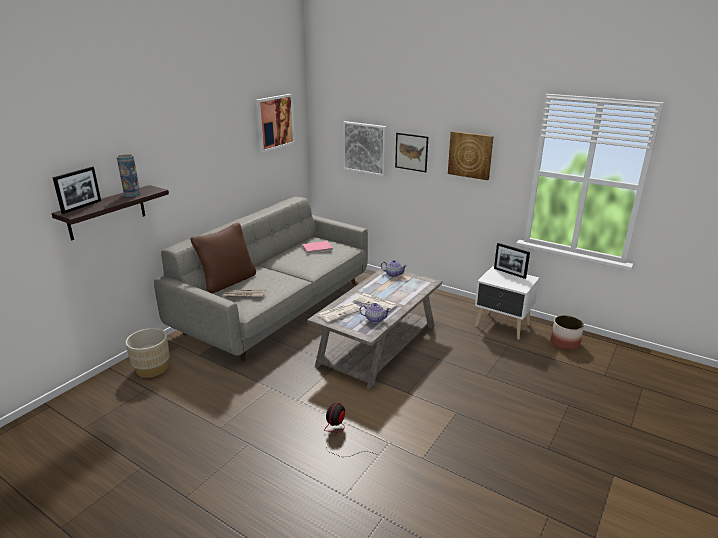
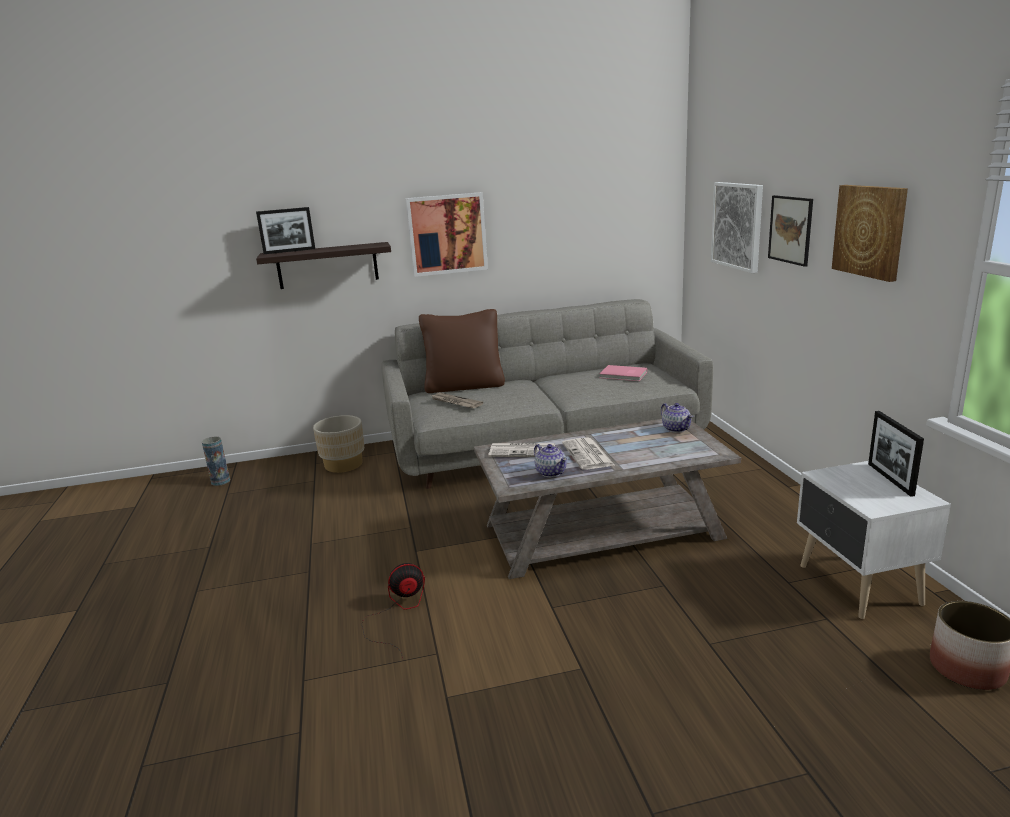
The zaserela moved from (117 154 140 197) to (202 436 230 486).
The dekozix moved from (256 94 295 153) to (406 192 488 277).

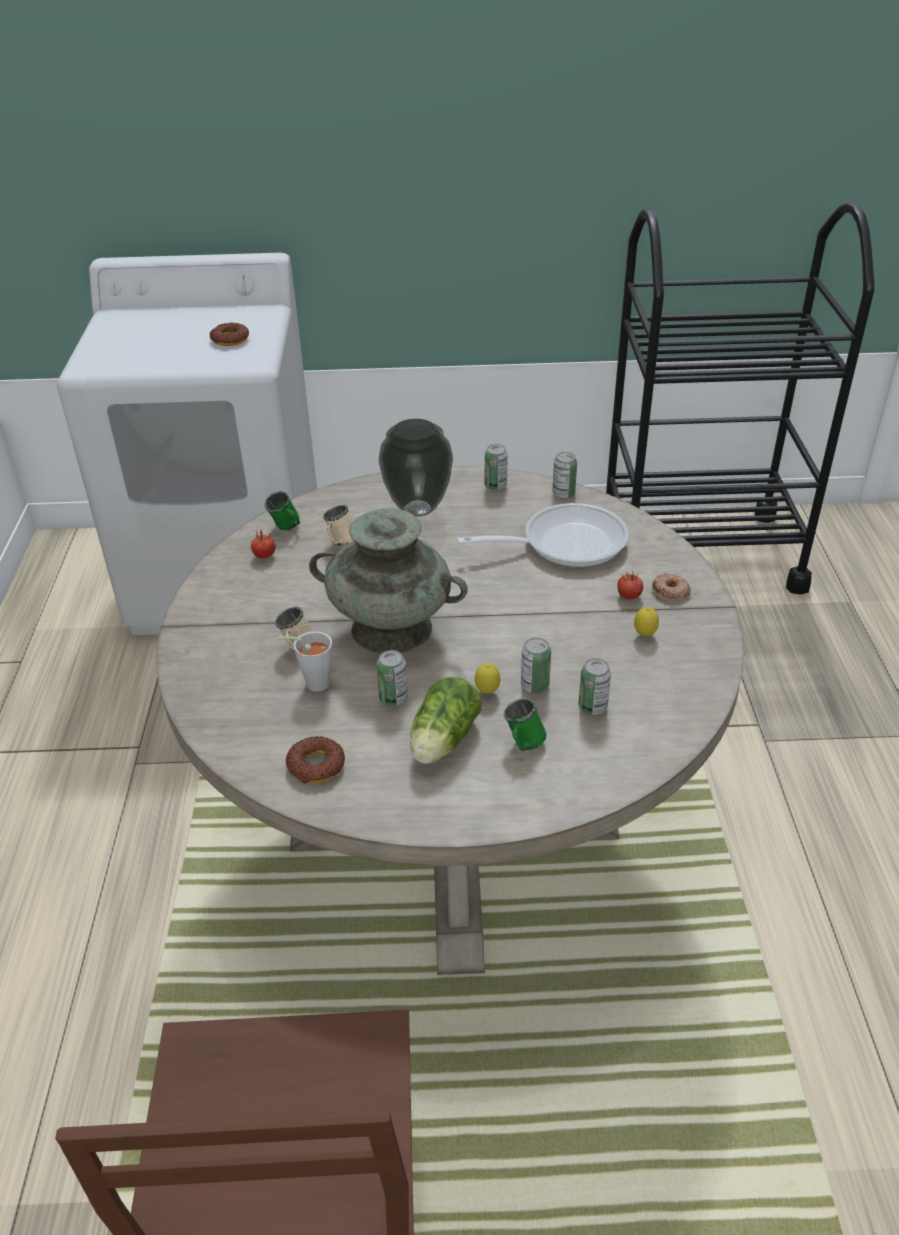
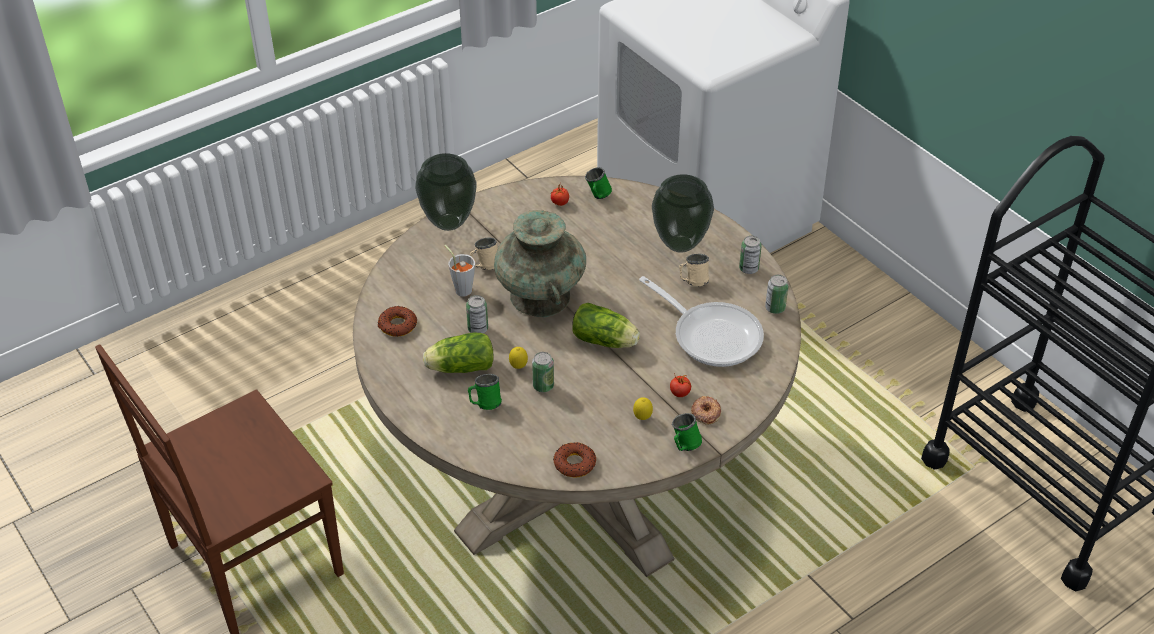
The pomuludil moved from (210 322 249 346) to (553 442 596 478).
The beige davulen moved from (323 505 354 546) to (679 254 709 286).
The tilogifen at (578 658 611 715) disappeared.
The zaserela at (415 153 477 231) appeared.
The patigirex at (572 303 640 348) appeared.
The green davulen at (672 413 702 451) appeared.

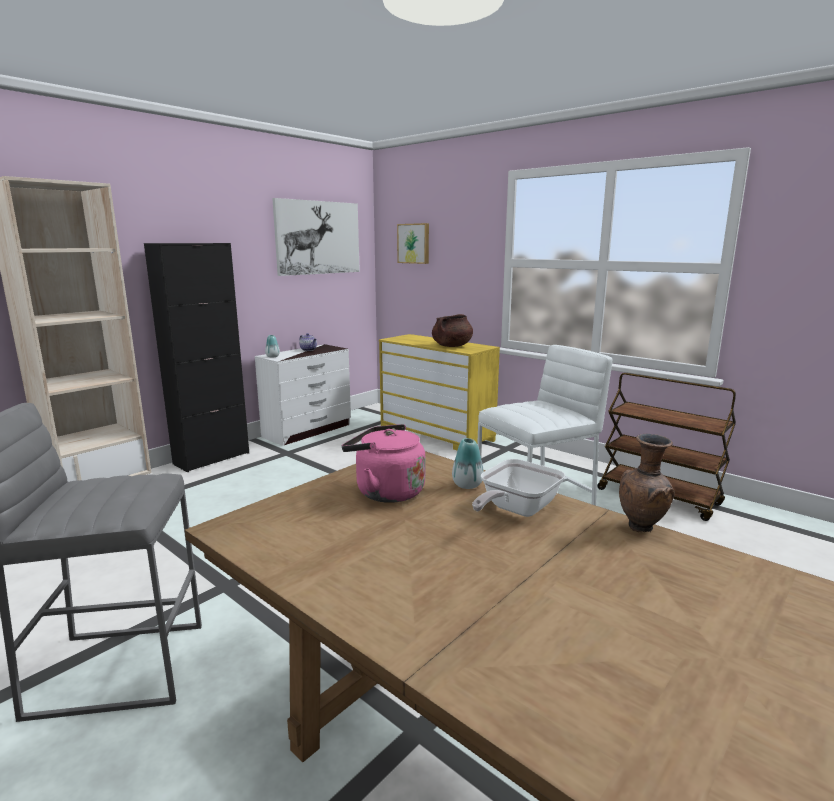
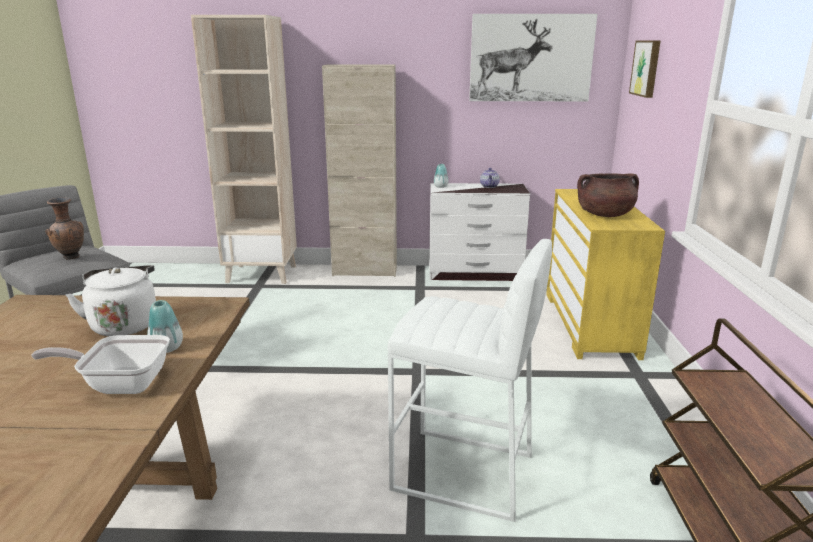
The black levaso at (144 243 249 472) became the beige levaso at (322 64 397 277).
The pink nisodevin at (342 424 425 503) became the white nisodevin at (66 265 156 336).
The brown zaserela moved from (619 434 675 532) to (46 198 84 260).

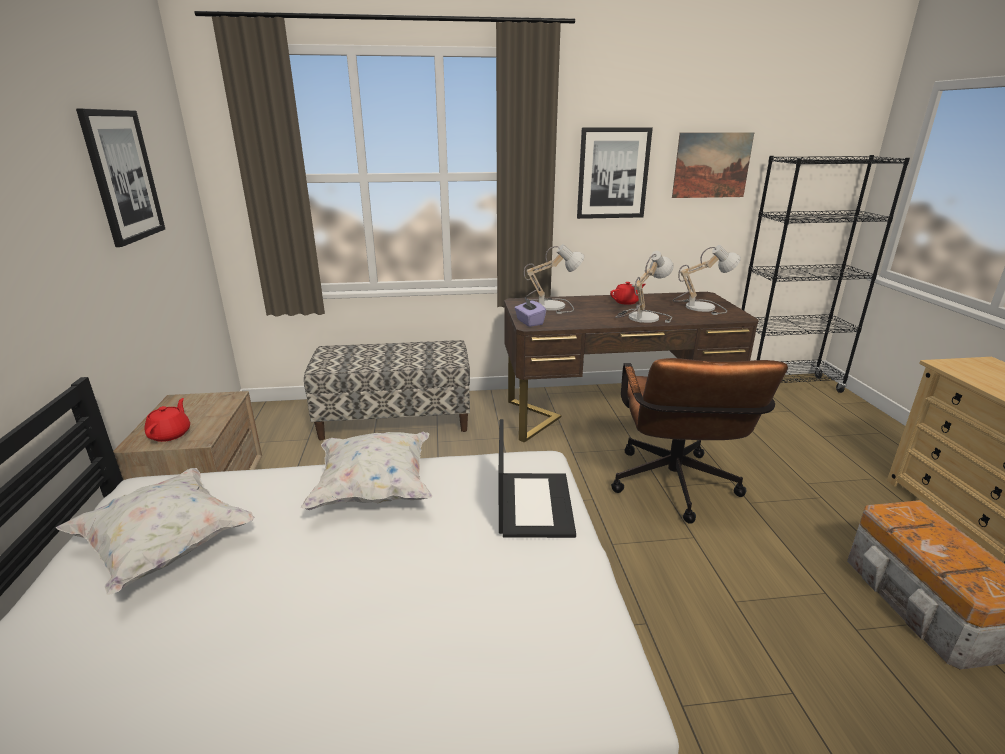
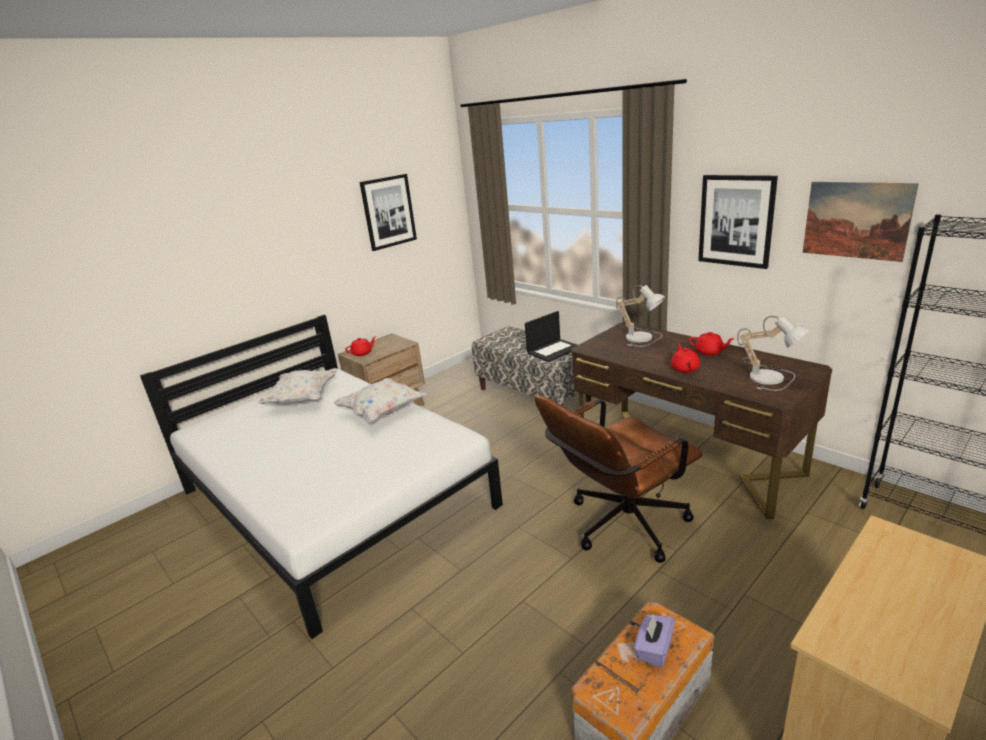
The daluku moved from (498 419 576 538) to (525 311 577 362).
The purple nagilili moved from (514 298 546 327) to (634 614 675 668).
The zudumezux at (615 251 674 323) was replaced by the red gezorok at (670 344 700 373).

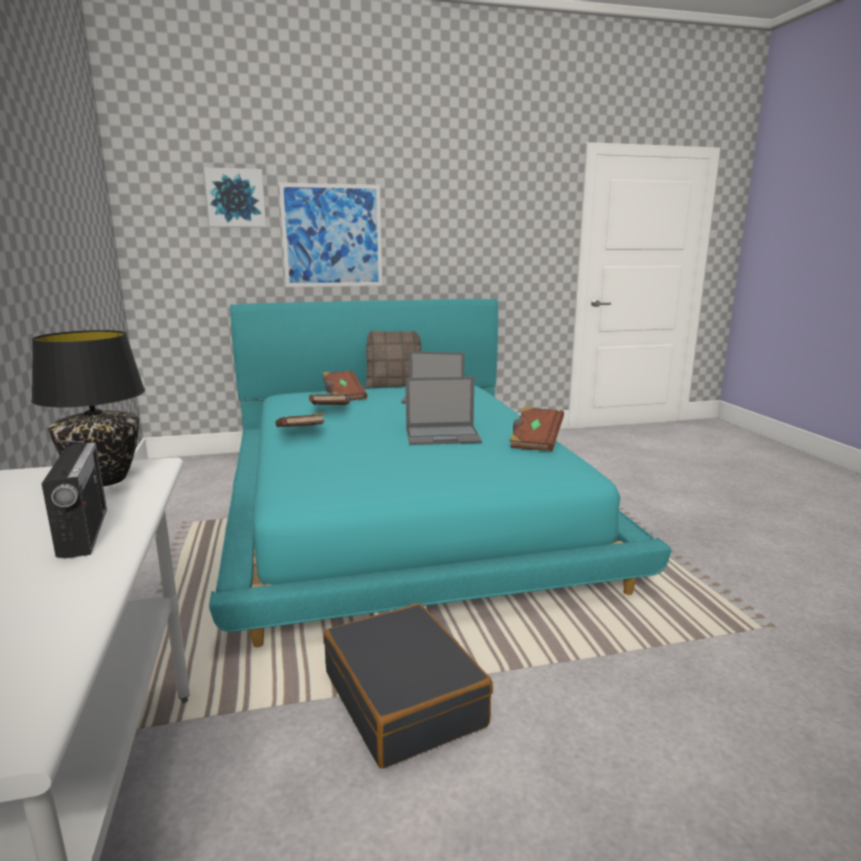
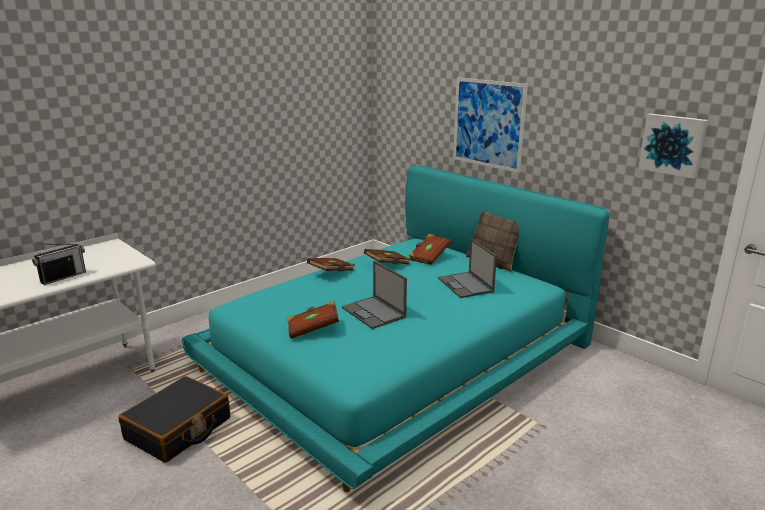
The black zudumezux at (31 330 145 487) disappeared.
The dekozix moved from (204 168 266 227) to (638 113 708 179).
The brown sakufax moved from (509 406 564 451) to (288 301 339 339).

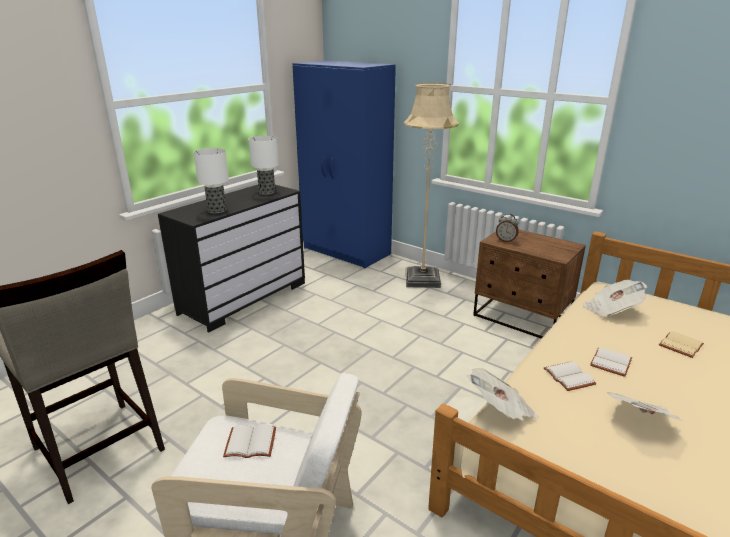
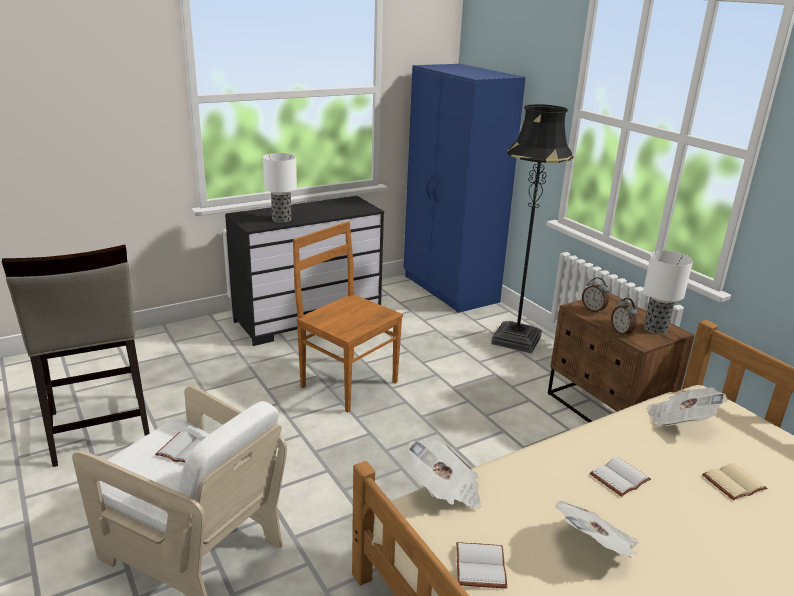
The zudumezux moved from (249 136 279 195) to (643 250 693 334).
The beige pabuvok at (404 83 459 288) became the black pabuvok at (491 104 574 354).
The white sakufax moved from (544 361 597 391) to (456 542 507 588).
The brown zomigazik at (293 221 403 413) appeared.
The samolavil at (611 298 638 337) appeared.

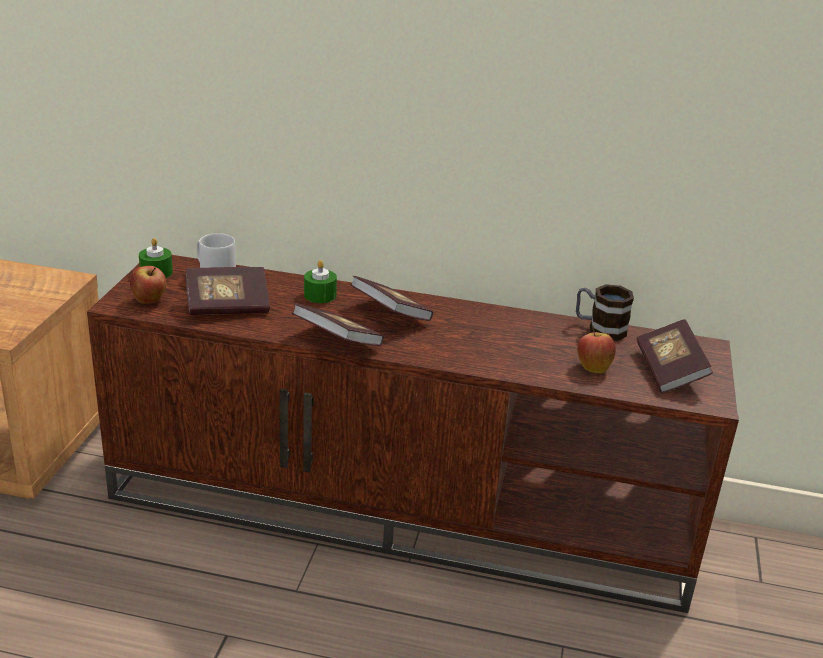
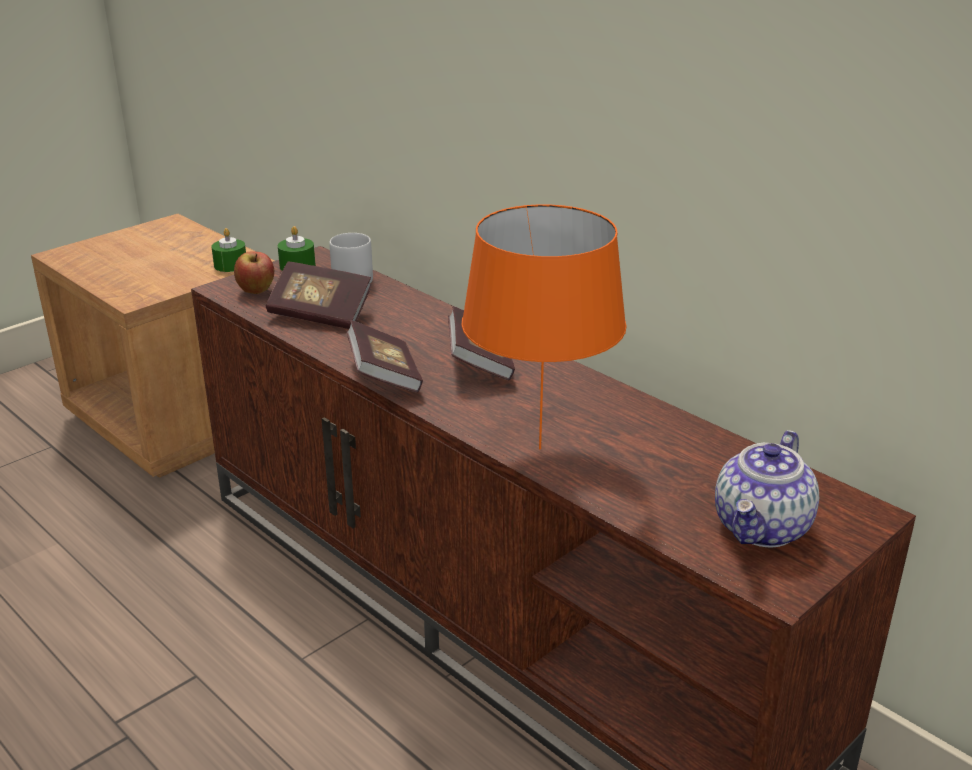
The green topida moved from (304 260 337 303) to (211 228 246 272).
The davulen at (576 284 634 341) disappeared.
The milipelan at (577 326 616 373) disappeared.
The sakufax at (637 319 713 393) was replaced by the gezorok at (715 430 819 547).
The orange zudumezux at (461 204 627 449) appeared.

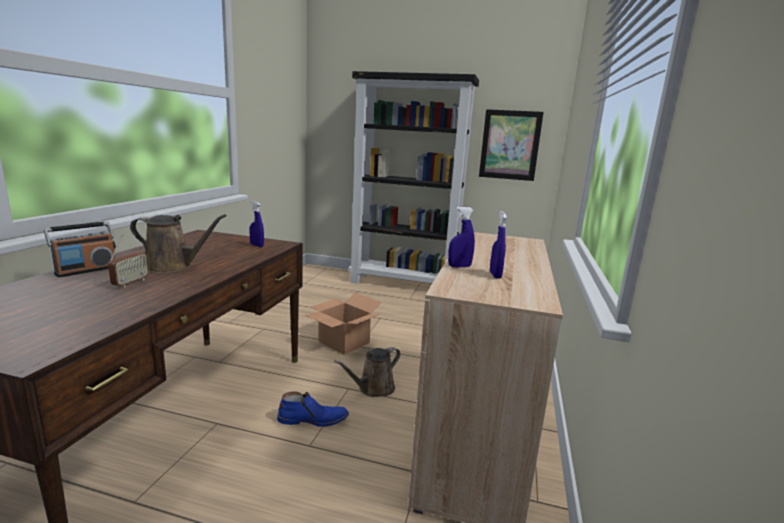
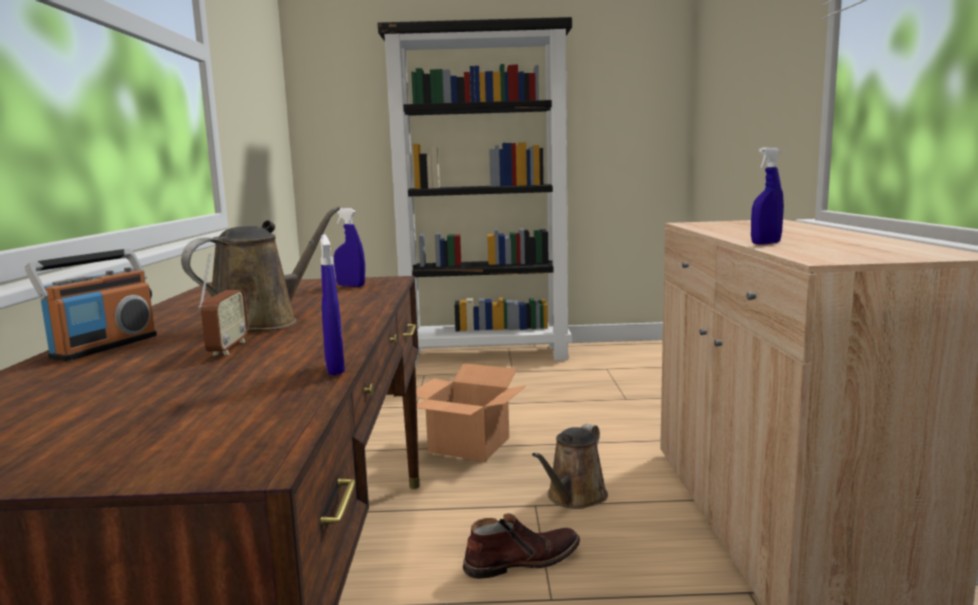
The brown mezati at (130 214 227 273) turned 45 degrees counterclockwise.
The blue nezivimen at (277 391 349 427) became the brown nezivimen at (463 513 580 579).
The dekozix at (479 109 544 181) disappeared.
The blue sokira moved from (490 211 507 279) to (320 235 345 375).

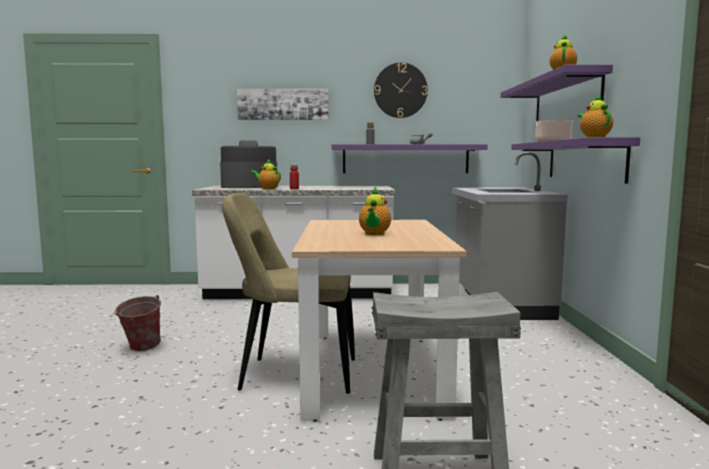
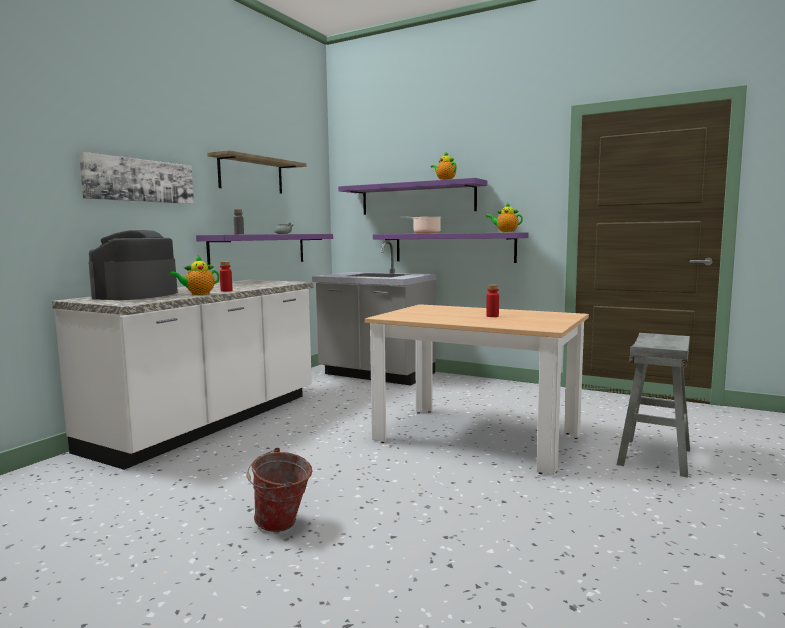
The beige zomigazik at (222 193 355 394) disappeared.
The gezorok at (359 188 391 235) was replaced by the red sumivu at (486 285 499 317).
The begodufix at (374 63 428 118) was replaced by the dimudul at (207 150 306 194).

